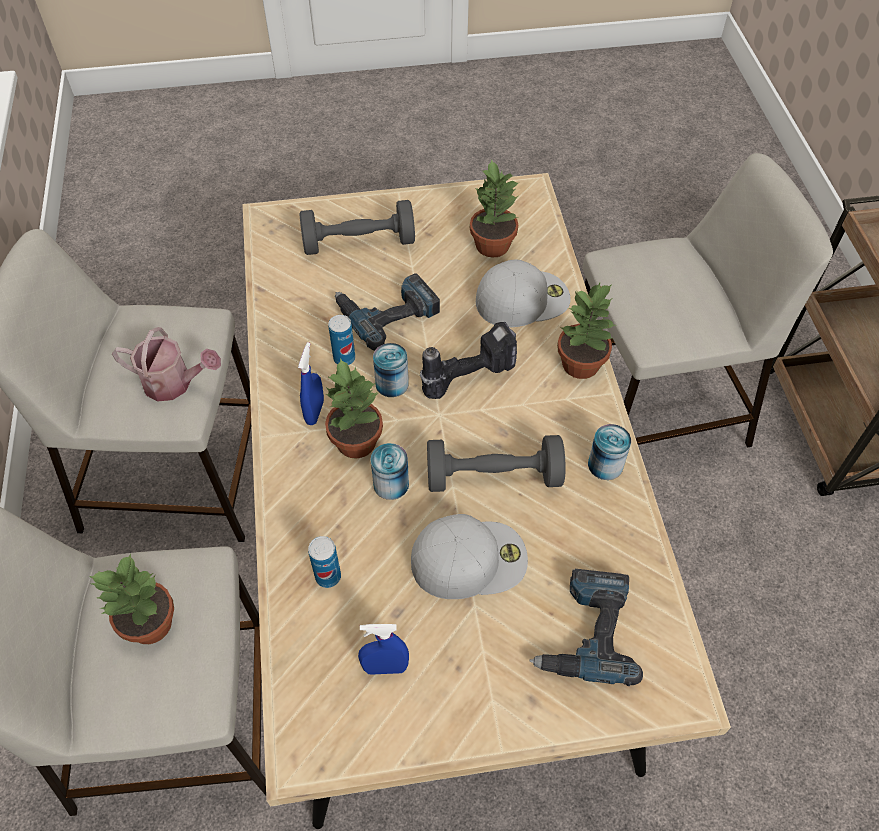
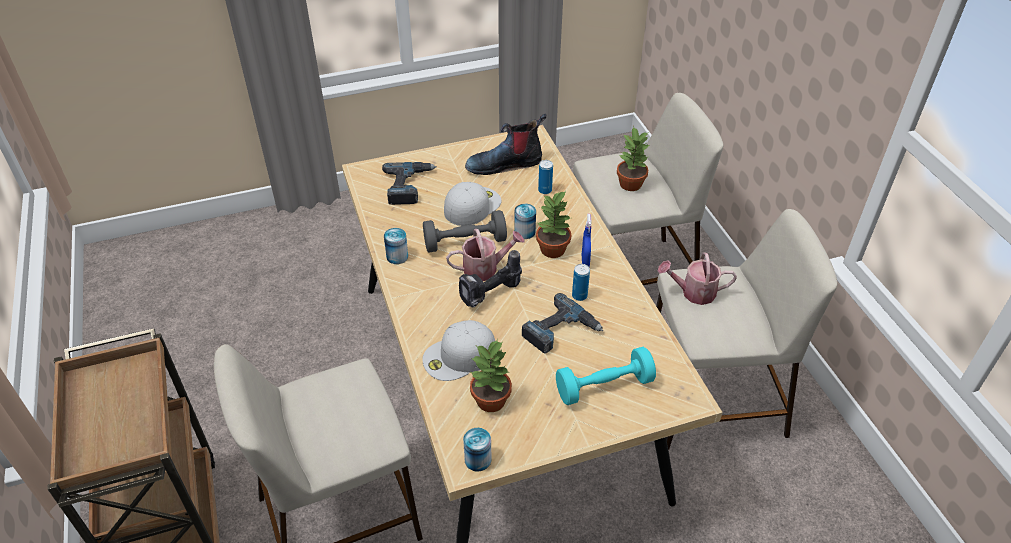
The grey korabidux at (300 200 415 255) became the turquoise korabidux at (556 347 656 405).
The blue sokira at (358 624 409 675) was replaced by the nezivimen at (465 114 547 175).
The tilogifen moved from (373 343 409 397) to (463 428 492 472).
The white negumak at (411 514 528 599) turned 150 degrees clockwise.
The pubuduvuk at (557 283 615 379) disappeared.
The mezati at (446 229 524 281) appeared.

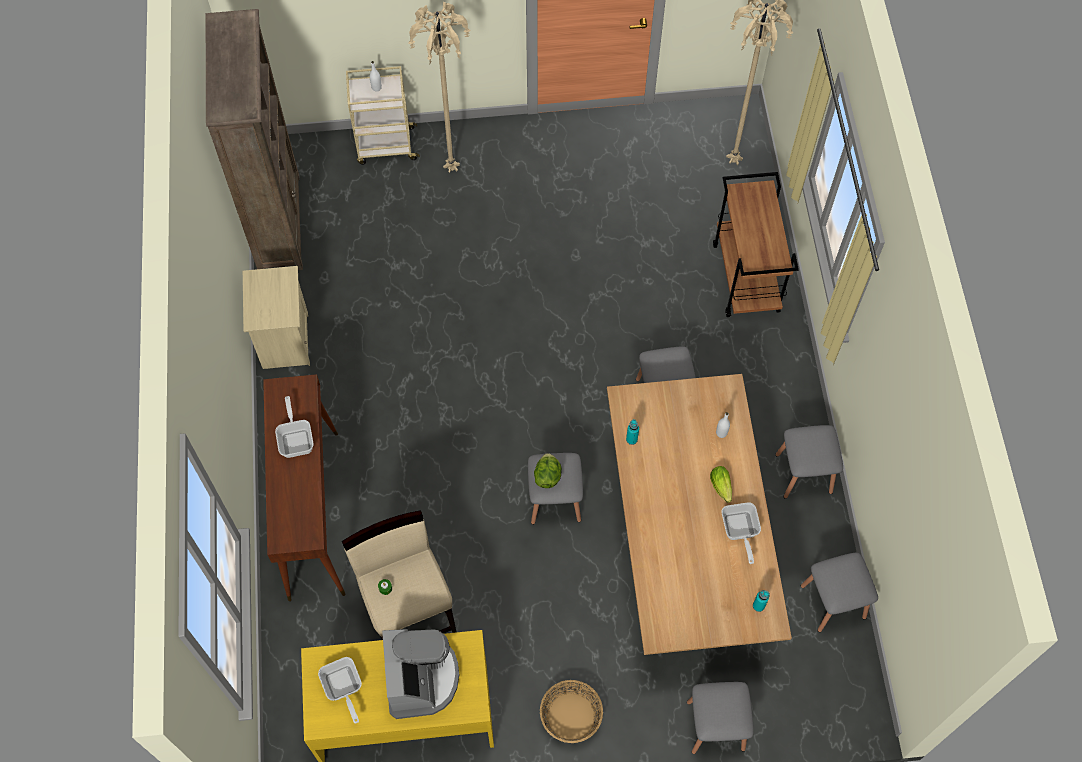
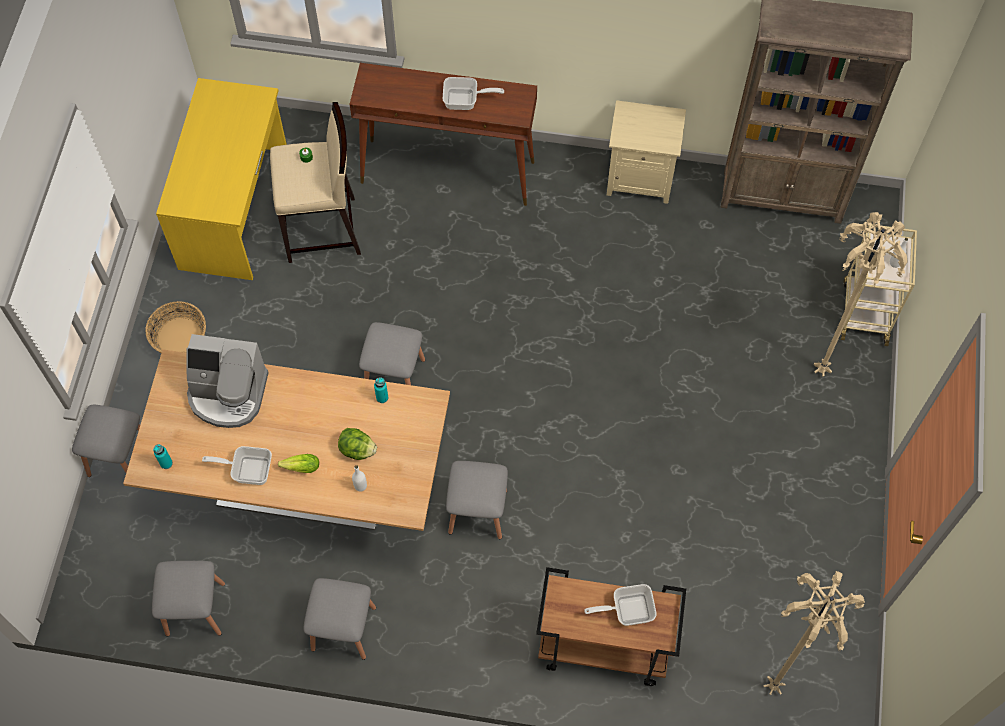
The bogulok moved from (318 657 362 724) to (584 584 656 626).
The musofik moved from (382 629 459 719) to (186 334 269 428).
The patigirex moved from (534 453 562 488) to (338 428 377 460).

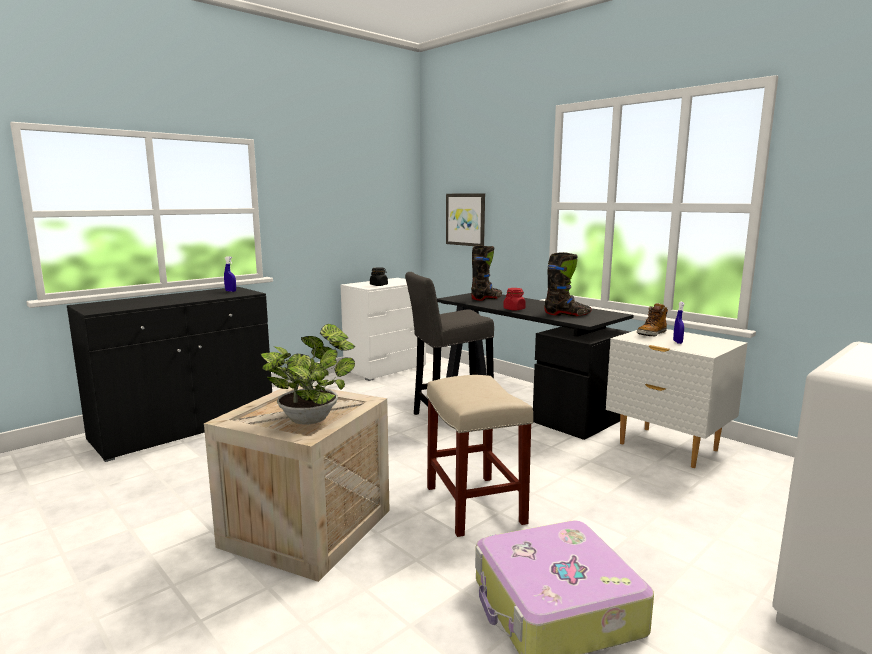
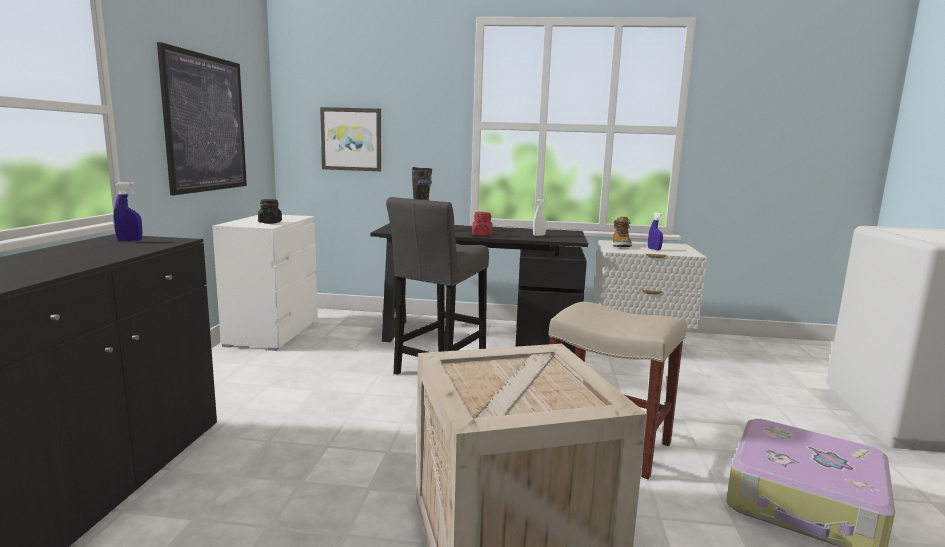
The pubuduvuk at (261 324 355 425) disappeared.
The black nezivimen at (544 252 592 316) was replaced by the white sokira at (533 199 547 236).
The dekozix at (157 42 247 195) appeared.

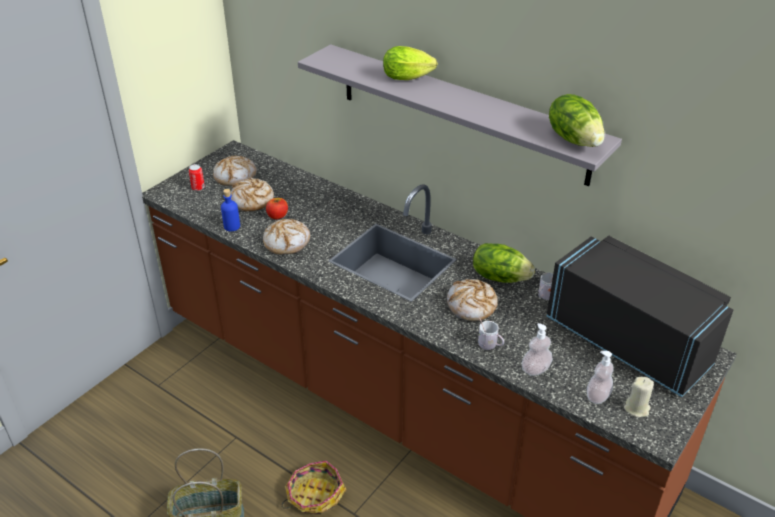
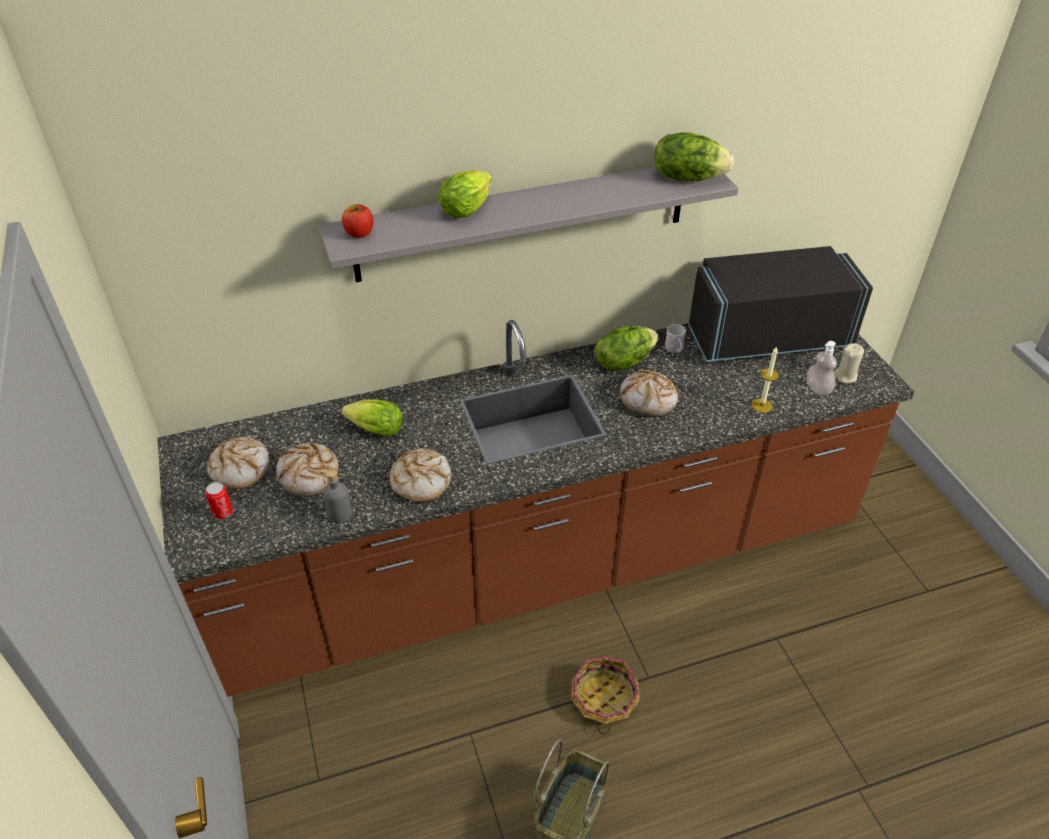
The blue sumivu at (221 189 240 231) became the grey sumivu at (324 469 352 524).
The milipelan moved from (266 198 288 219) to (342 204 373 238).
The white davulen at (478 318 504 350) disappeared.
The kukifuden at (522 323 553 376) was replaced by the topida at (752 346 779 413).
The patigirex at (342 400 403 436) appeared.

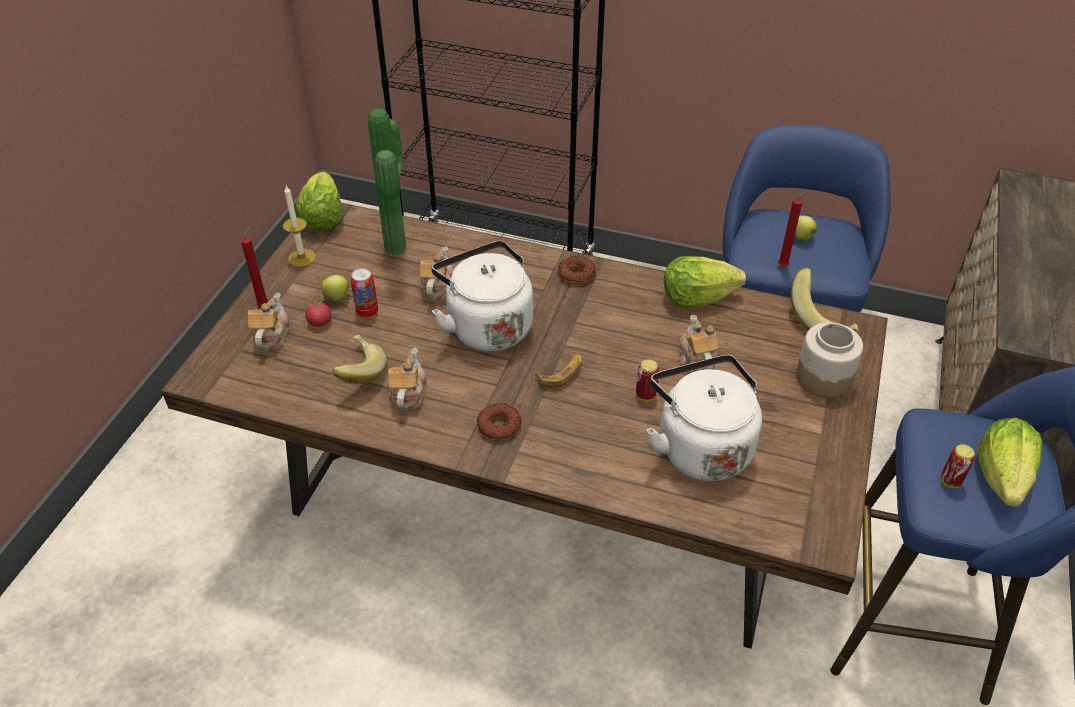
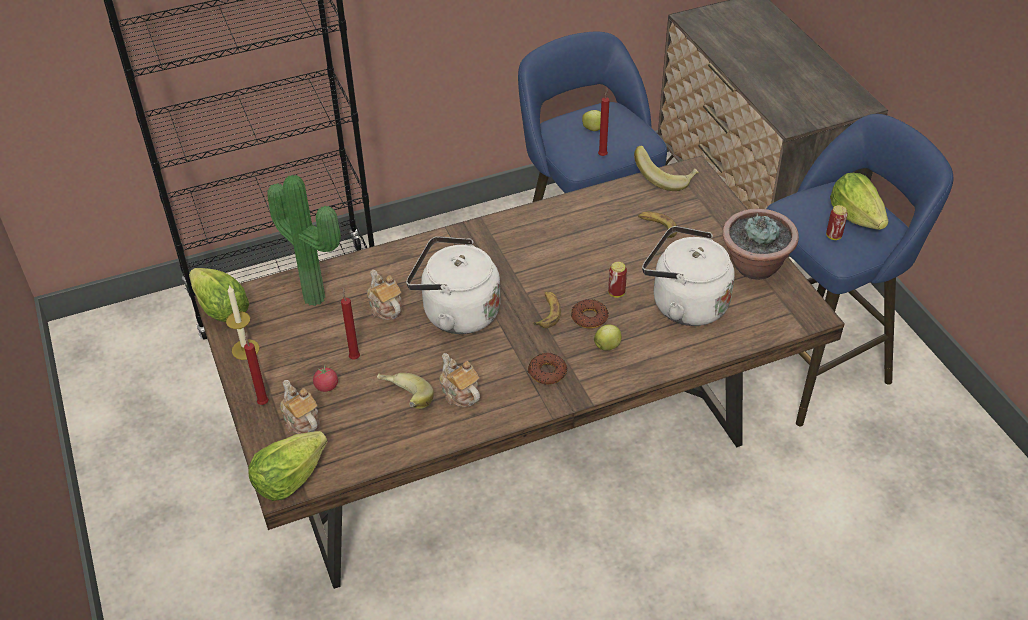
The milipelan moved from (321 275 352 301) to (594 324 621 351).
The tilogifen at (351 268 378 318) was replaced by the red topida at (341 287 360 360).
The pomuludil moved from (558 256 596 284) to (571 299 608 329).
The patigirex moved from (664 256 746 308) to (248 431 327 501).
The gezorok at (679 314 719 373) disappeared.
The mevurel at (796 322 863 398) disappeared.
The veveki at (638 212 677 238) appeared.
The pubuduvuk at (722 208 799 280) appeared.

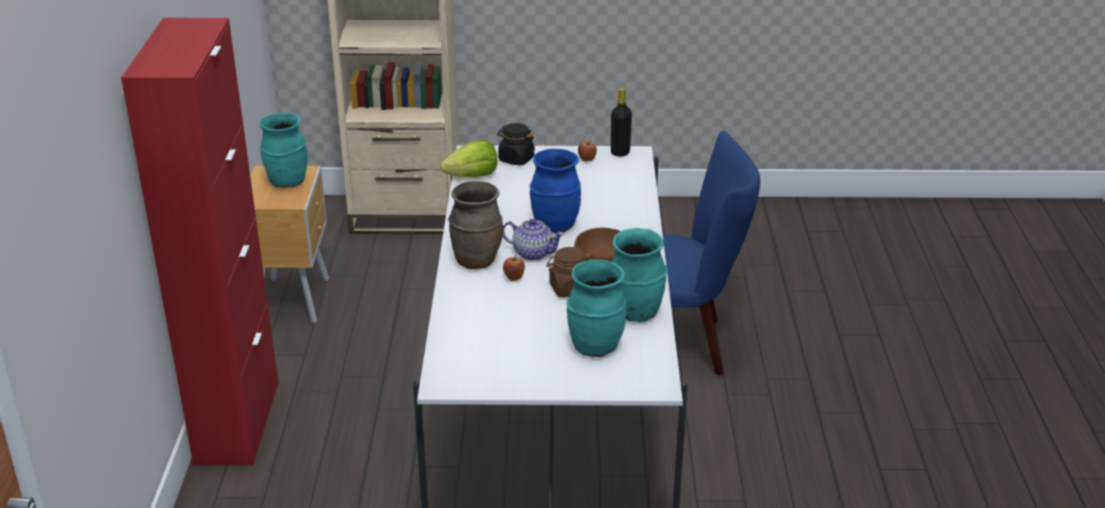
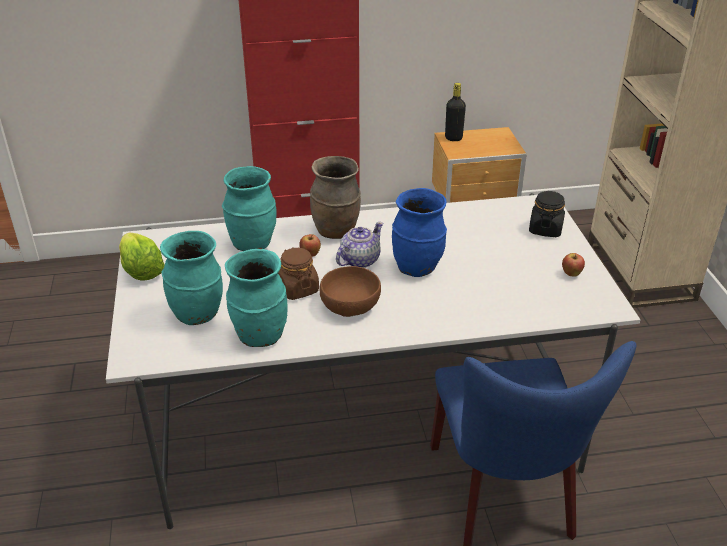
The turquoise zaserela moved from (260 113 308 187) to (222 166 277 251).
The patigirex moved from (440 140 497 177) to (119 232 165 281).
The gezorok at (503 219 565 261) turned 150 degrees counterclockwise.
The black sumivu moved from (611 88 632 157) to (445 83 466 141).

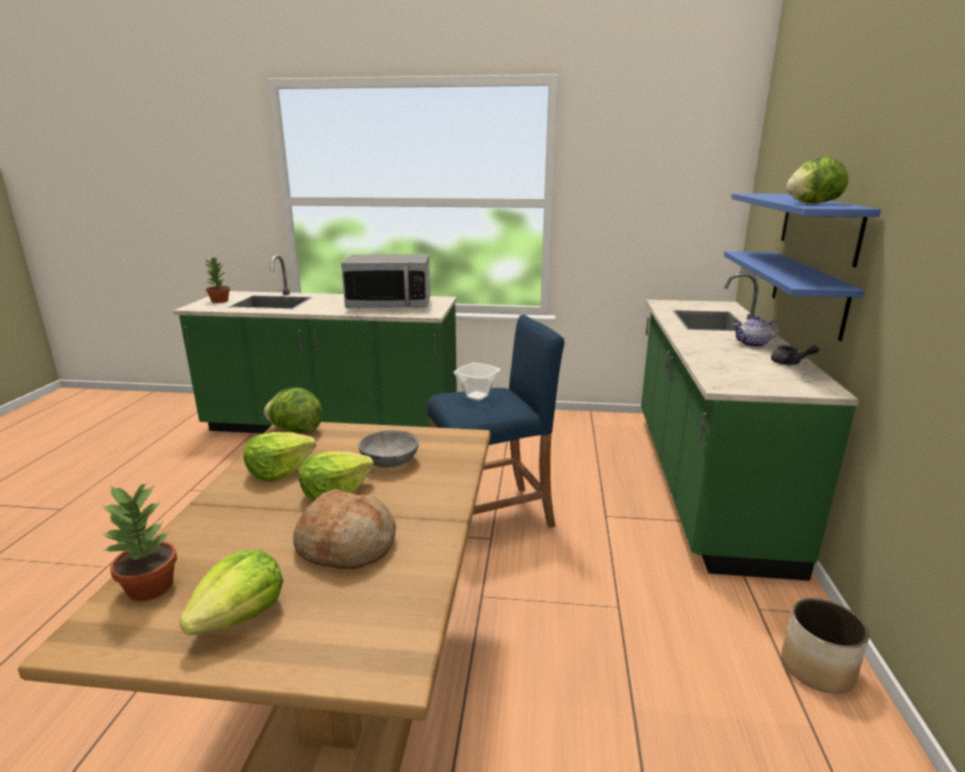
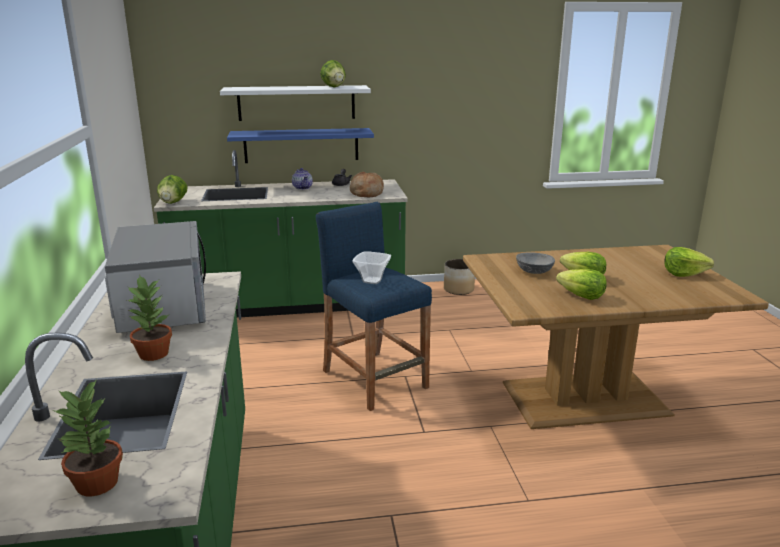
The pubuduvuk moved from (102 482 177 601) to (127 276 172 361).
The patigirex moved from (264 388 322 434) to (157 175 188 204).
The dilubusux moved from (293 489 396 569) to (350 172 384 197).
The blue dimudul at (731 193 881 267) became the white dimudul at (220 85 371 121).

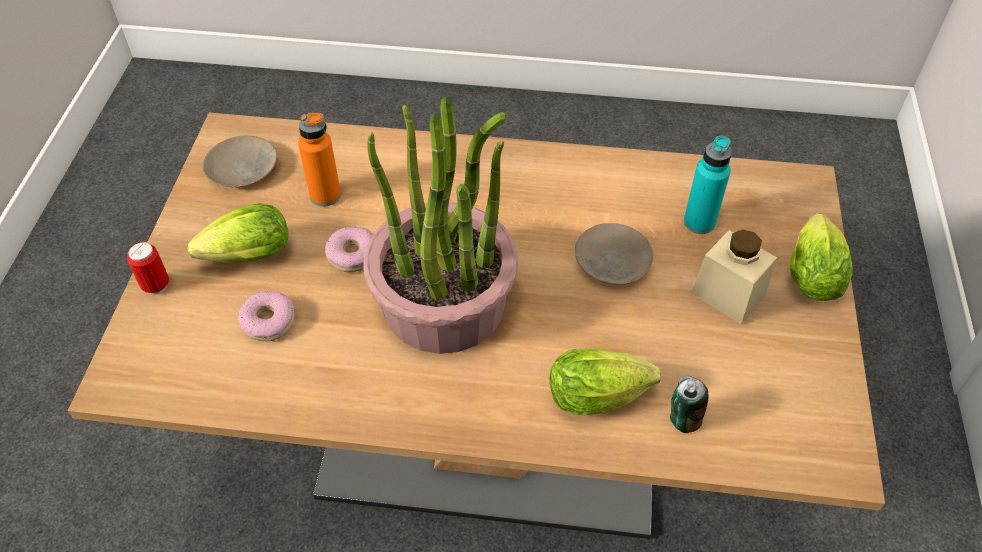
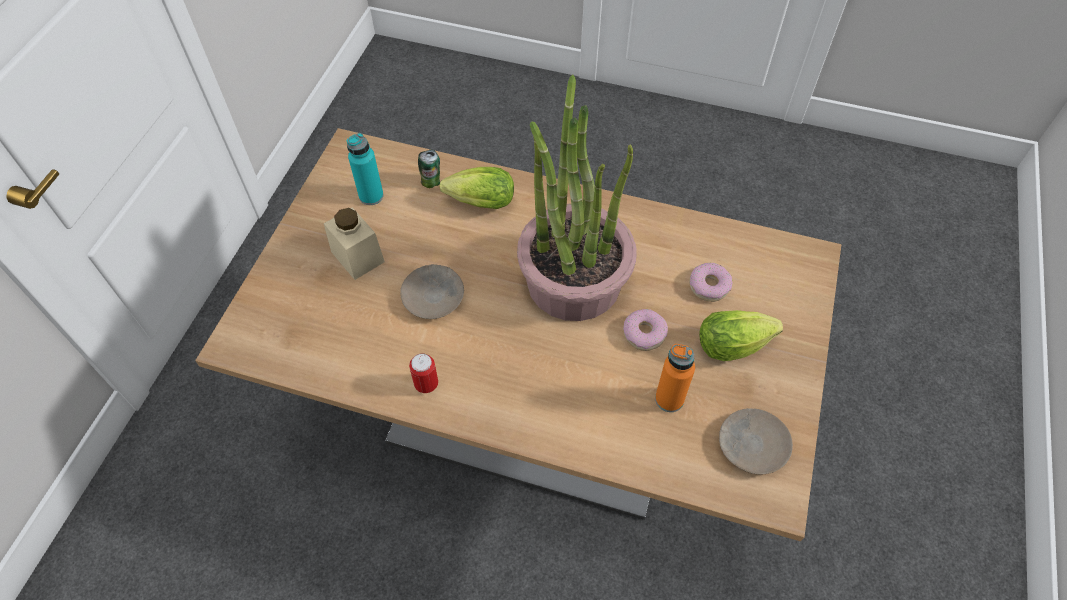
The tilogifen moved from (127 242 169 294) to (409 353 438 393).
The turquoise sumivu moved from (684 136 732 234) to (347 133 384 205).
The patigirex at (790 213 853 301) disappeared.

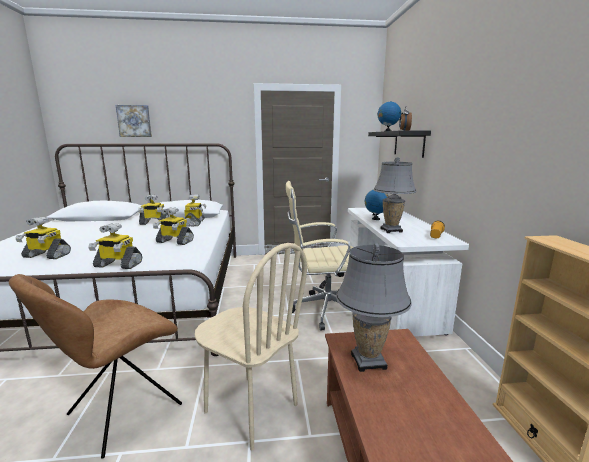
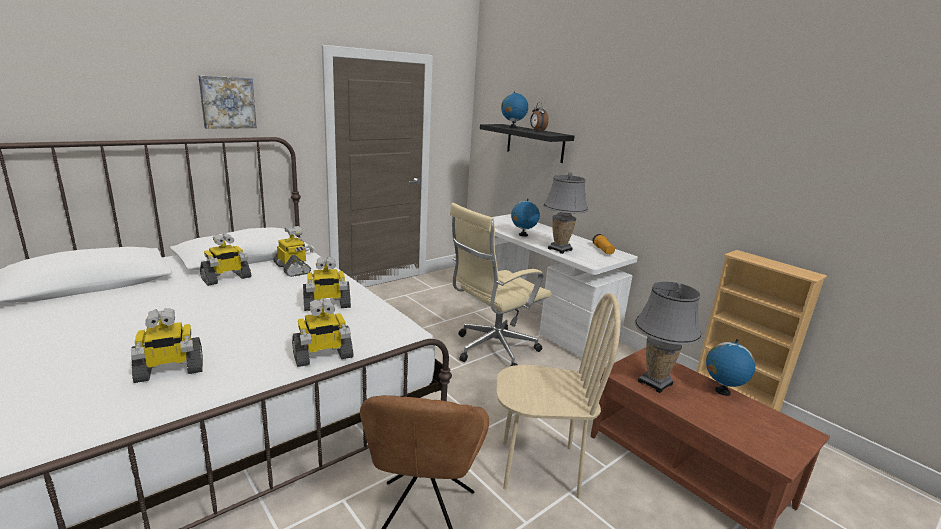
The dekozix moved from (116 105 152 137) to (198 76 257 129).
The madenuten at (706 339 756 396) appeared.

